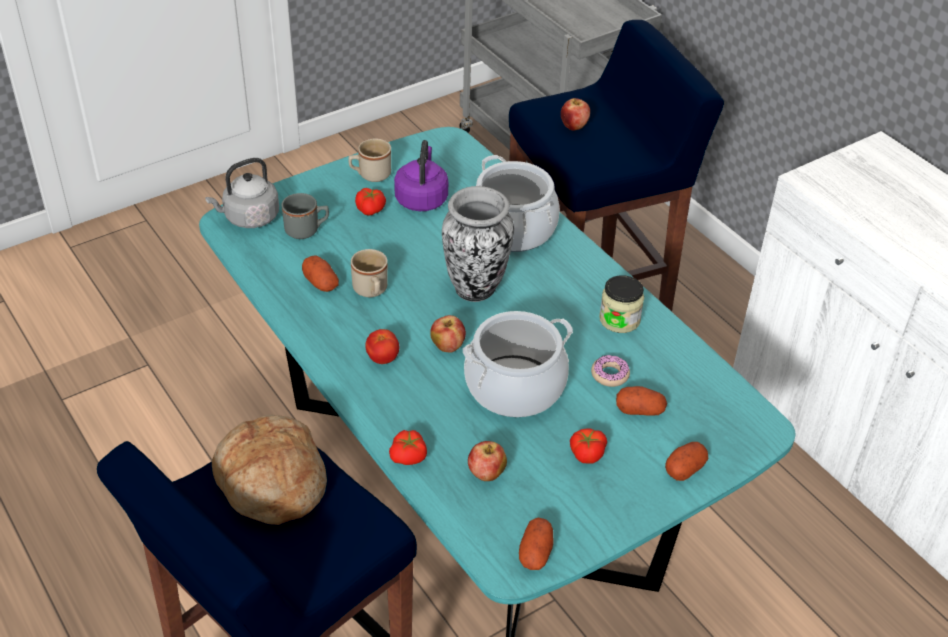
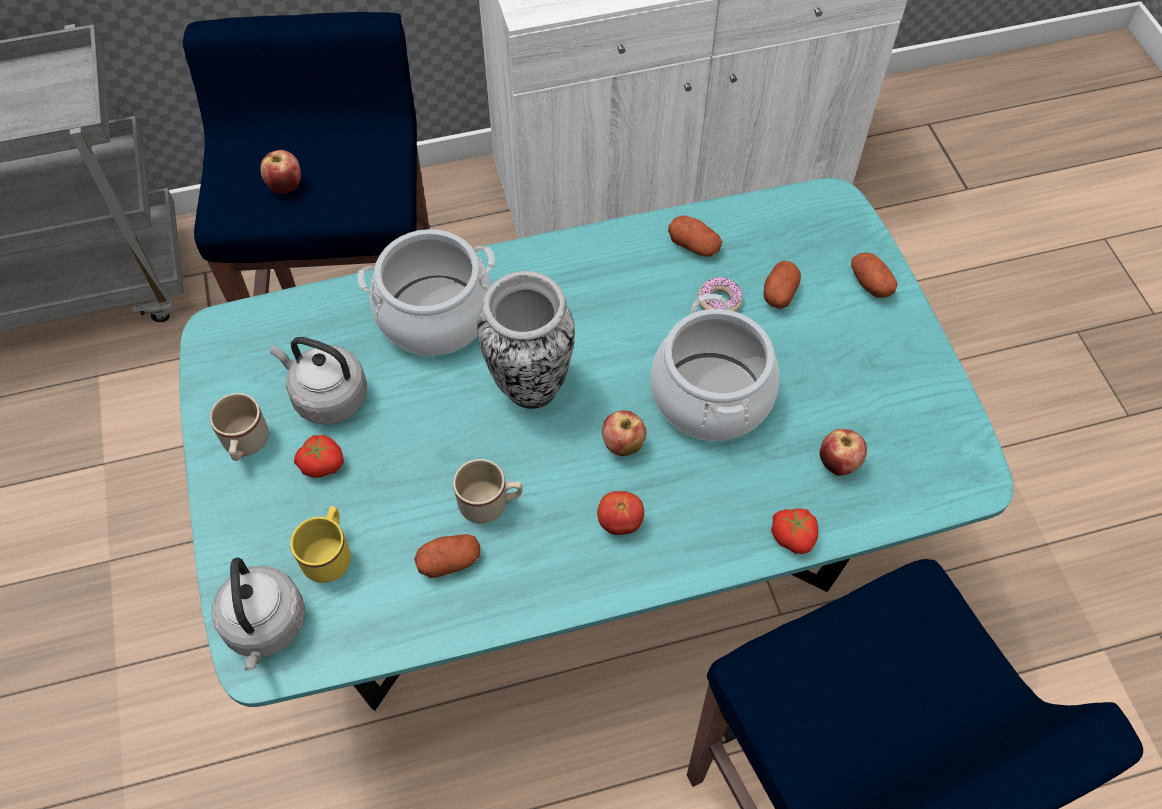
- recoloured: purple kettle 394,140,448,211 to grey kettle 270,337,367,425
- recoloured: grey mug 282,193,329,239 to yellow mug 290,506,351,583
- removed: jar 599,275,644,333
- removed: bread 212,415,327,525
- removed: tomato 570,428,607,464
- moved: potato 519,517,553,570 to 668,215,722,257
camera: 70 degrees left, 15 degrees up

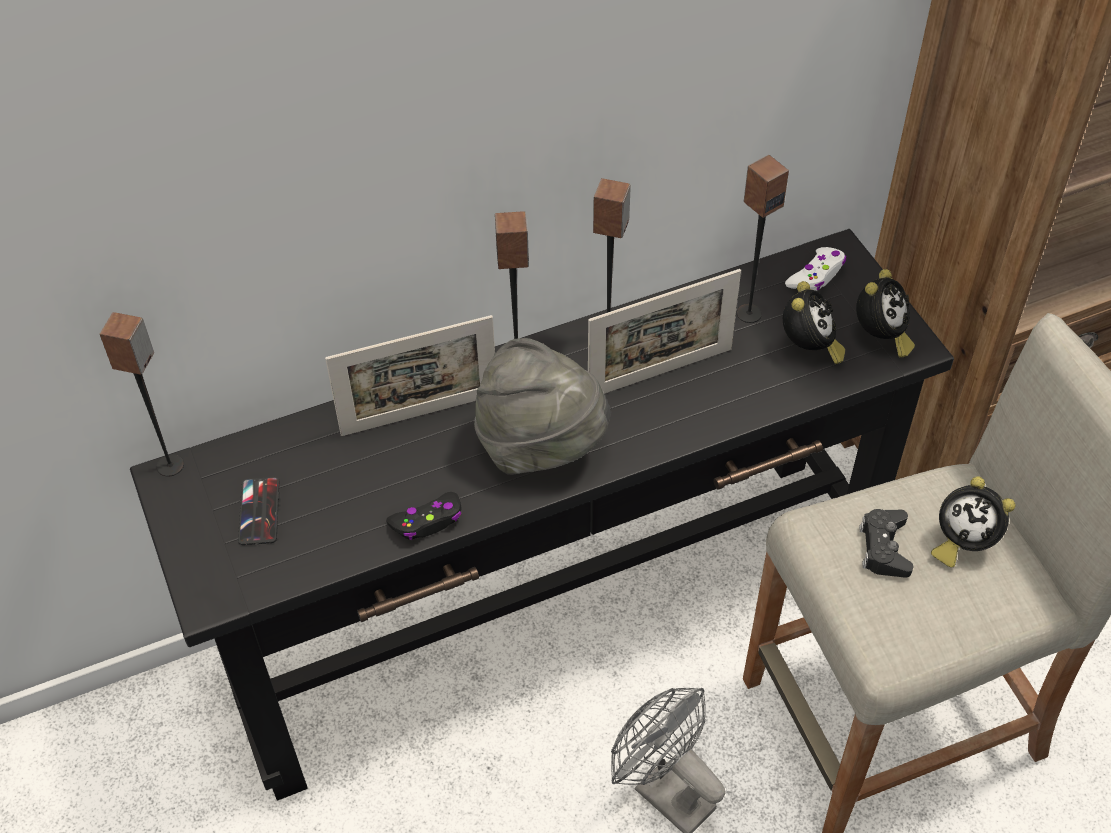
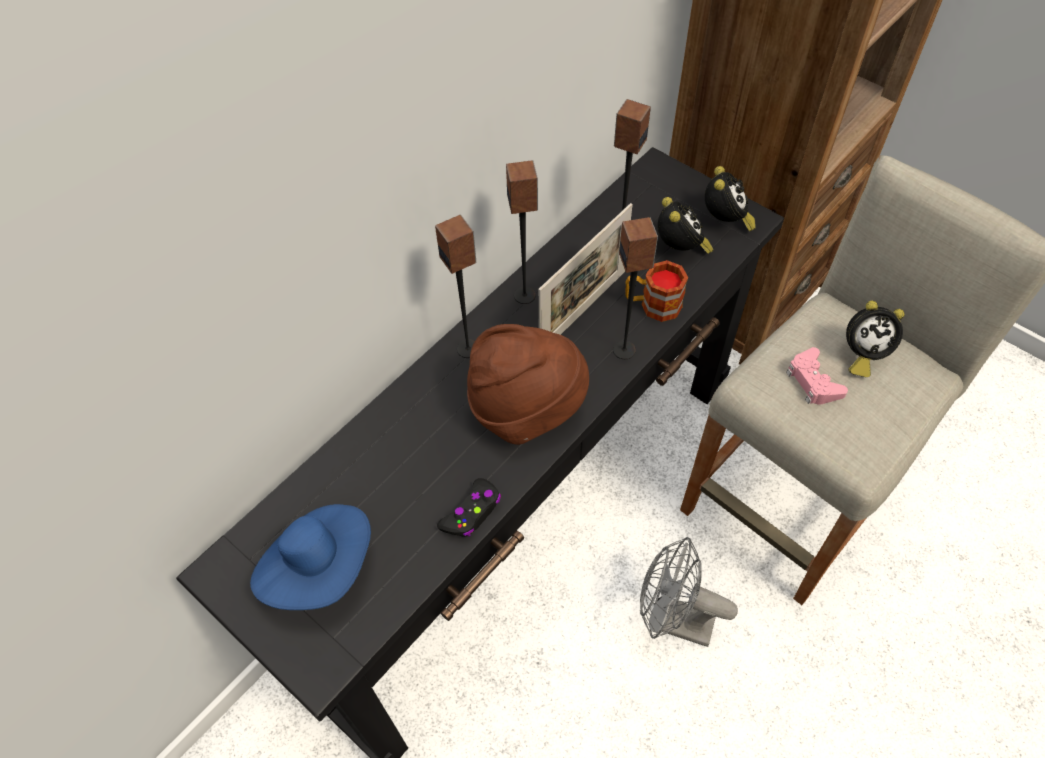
- removed: white game controller 785,247,846,291
- moved: speaker 100,312,184,476 to 613,217,658,359
- removed: picture frame 325,315,495,436
- recoloured: grey hat 474,338,611,475 to brown hat 467,324,589,445
- replaced: phone 238,477,279,545 to blue hat 250,504,371,610
- recoloured: black game controller 859,509,913,578 to pink game controller 786,347,848,405
- added: mug 625,260,688,322
camera: 25 degrees left, 5 degrees up

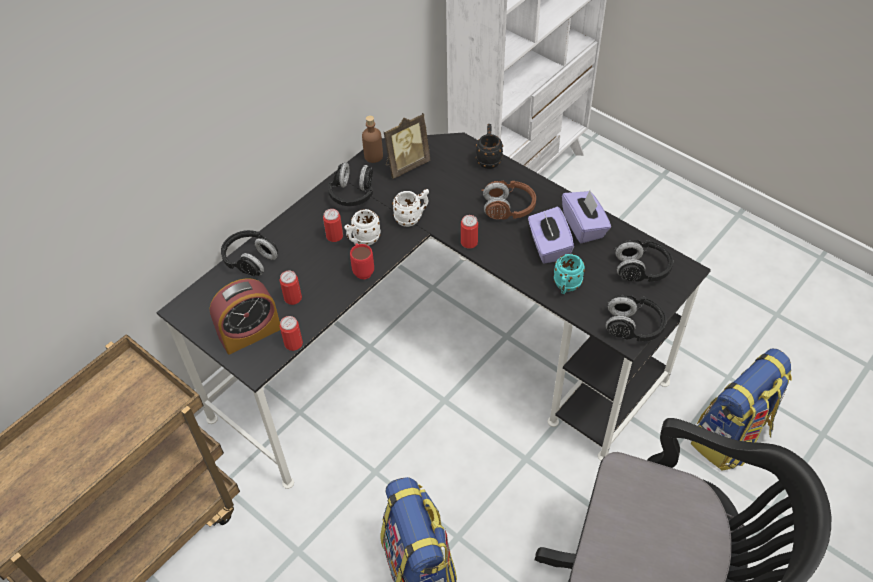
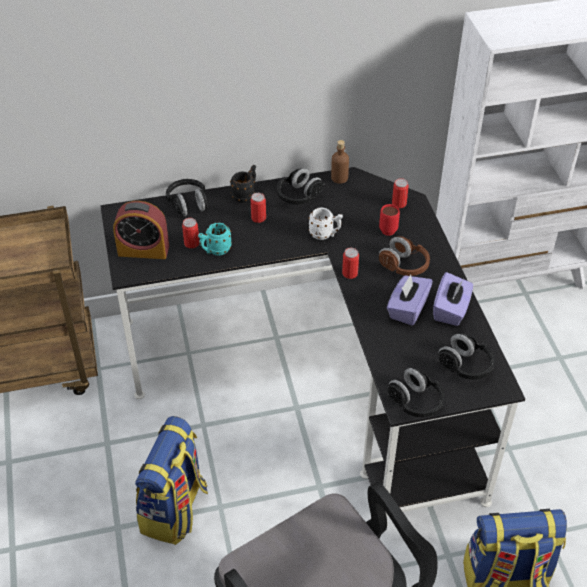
- removed: picture frame 383,113,430,179
- moved: black mug 476,124,503,169 to 230,165,256,203
- removed: white mug 344,209,381,246
- moved: red mug 350,243,374,279 to 379,204,400,236
- moved: turquoise mug 554,254,585,294 to 198,222,232,256
- moved: can 280,316,303,351 to 392,178,409,208
camera: 35 degrees right, 5 degrees down

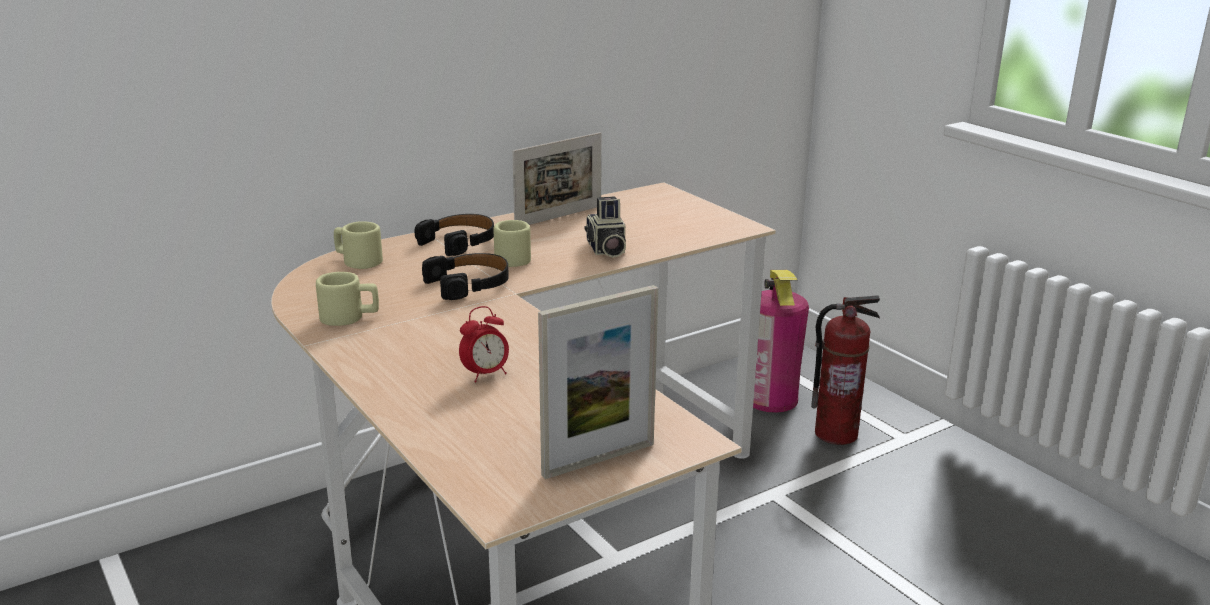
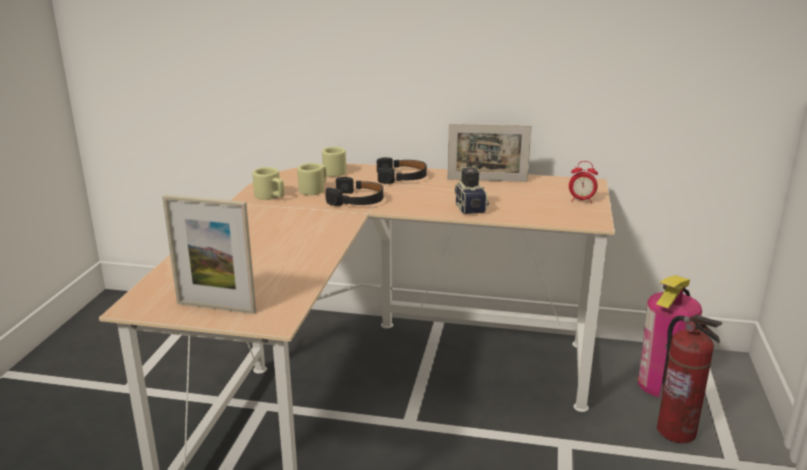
- turned: photo camera 584,196,626,258 = 455,166,489,214 135 degrees clockwise
- moved: beige mug 494,220,531,267 to 297,163,326,195
- moved: alarm clock 459,306,509,382 to 569,161,598,203
camera: 45 degrees right, 0 degrees up

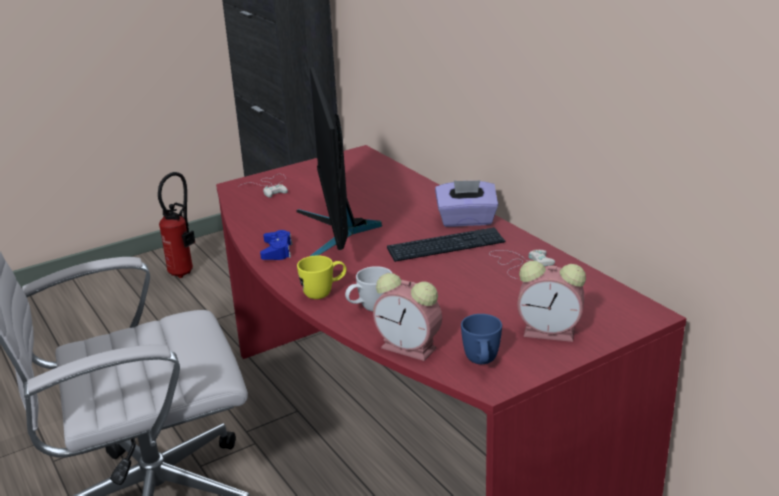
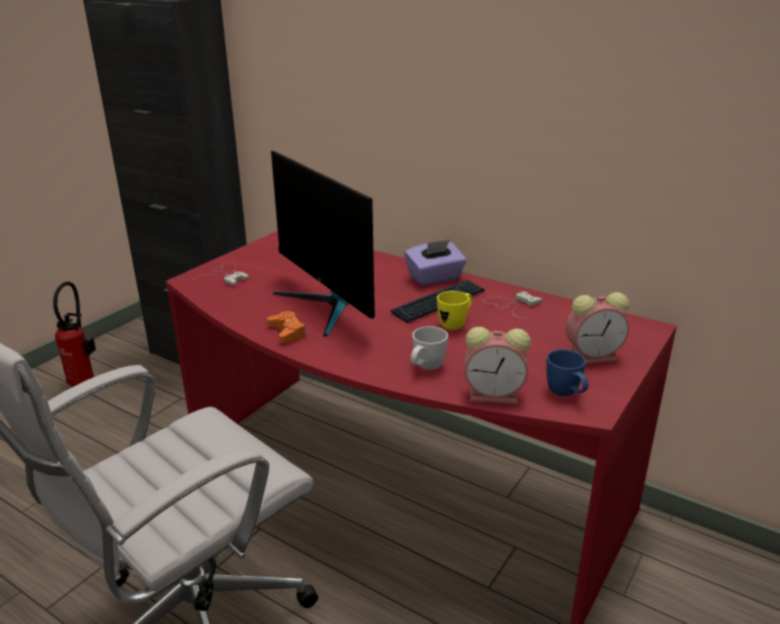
- recoloured: blue game controller 260,230,292,260 to orange game controller 267,311,306,343
- moved: yellow mug 297,255,347,299 to 437,291,472,330
camera: 25 degrees left, 0 degrees up

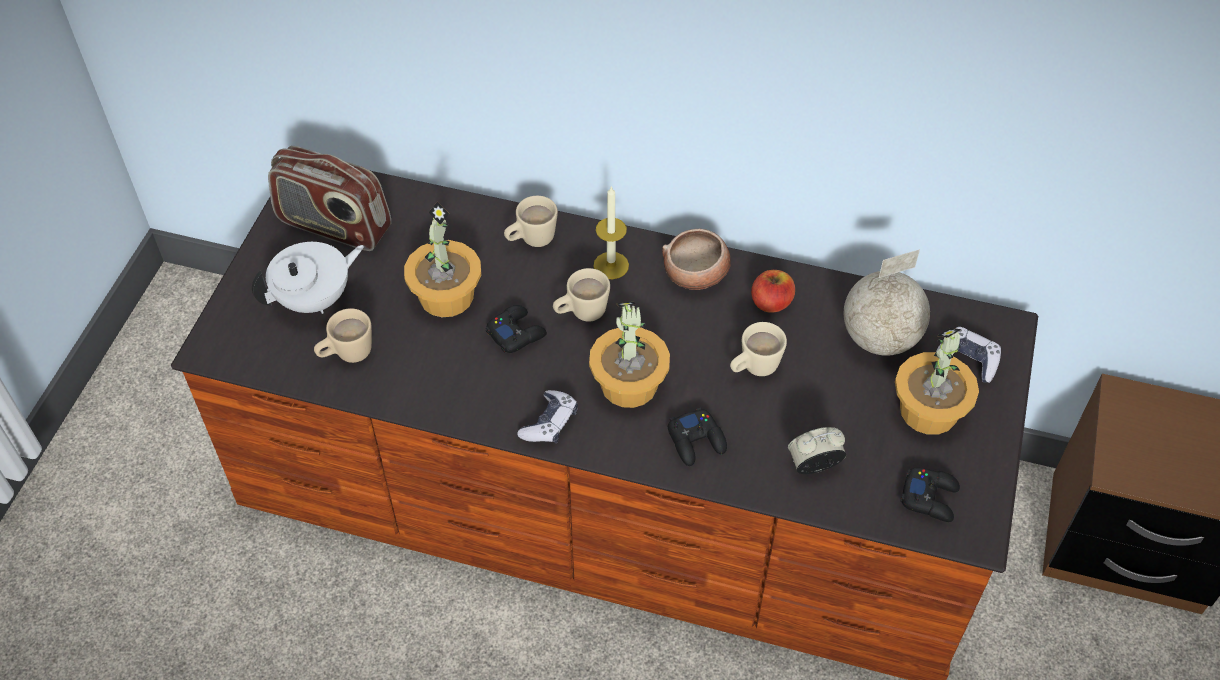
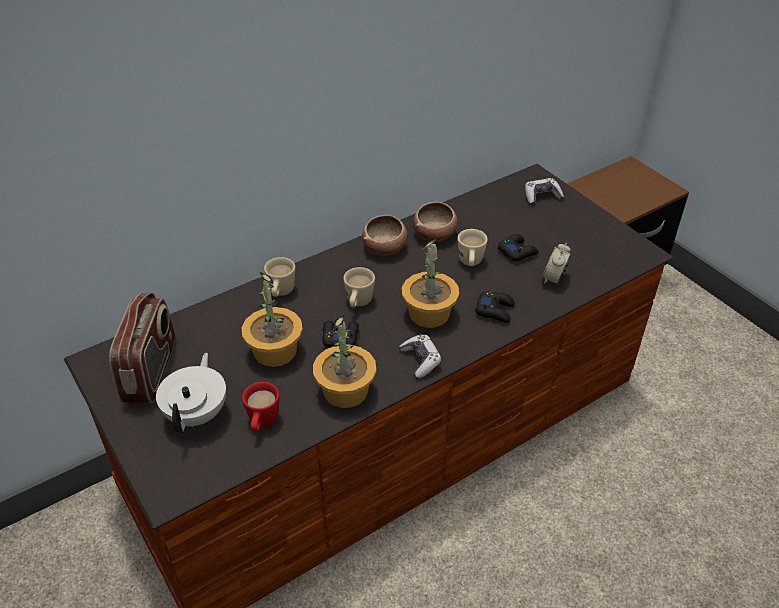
- turned: radio 268,146,391,251 = 109,293,175,404 60 degrees counterclockwise
- removed: candle 593,186,629,279
- removed: globe 844,249,930,356
- replaced: apple 751,270,795,313 to bowl 413,202,458,241
- recoloured: beige mug 314,308,372,363 to red mug 242,382,279,432
- moved: potted plant 895,328,979,435 to 313,314,376,408
- moved: black game controller 900,468,960,522 to 498,234,538,261
camera: 50 degrees left, 10 degrees down

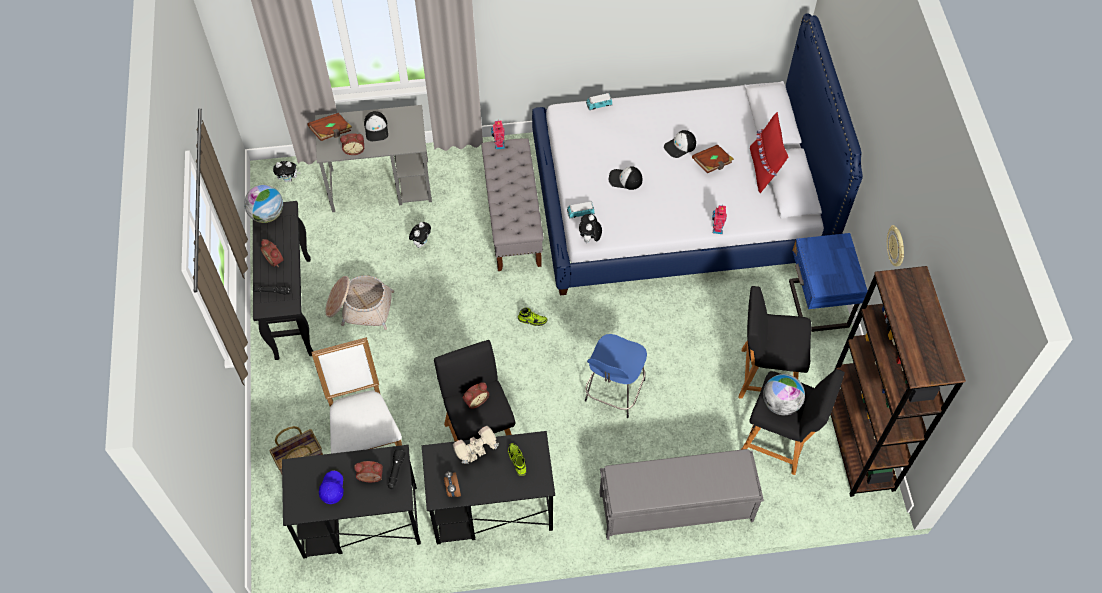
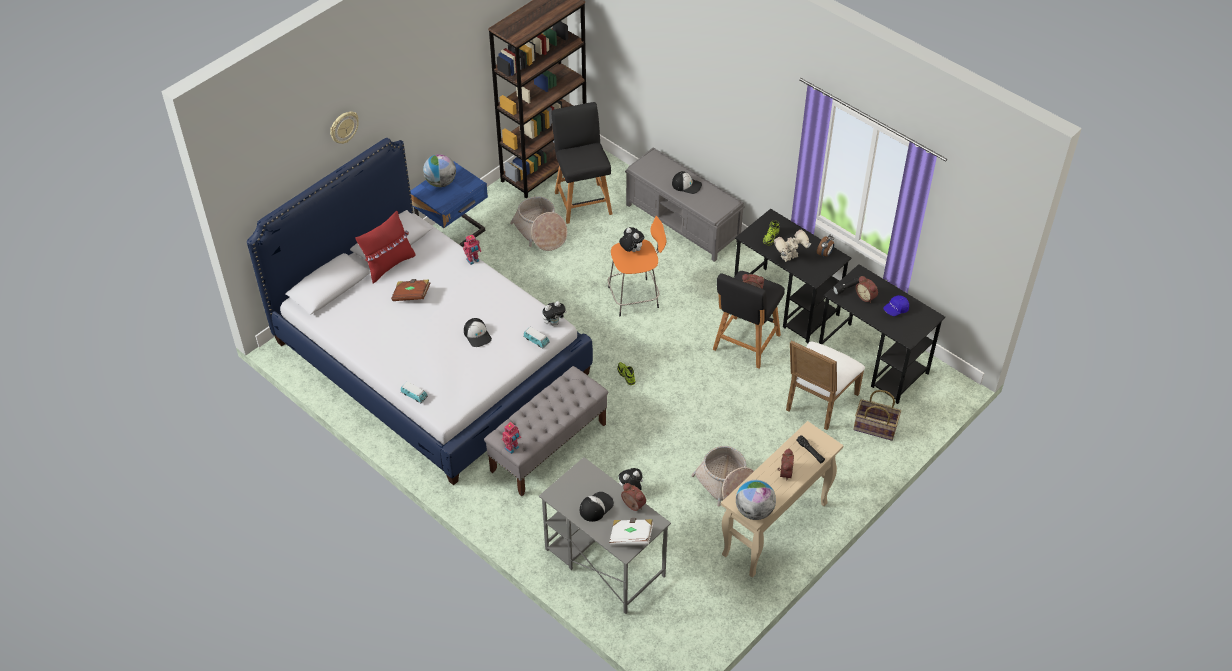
- recoloured: brown book 308,113,352,141 to white book 609,518,654,545
- moved: cap 664,130,696,158 to 672,171,702,194
- moved: plush toy 273,161,301,182 to 619,227,644,252
- recoloured: black console table 253,201,313,360 to beige console table 721,421,844,578
- moved: wall clock 887,225,904,266 to 330,111,359,144
- replaced: black stool 739,286,811,399 to basket 510,196,567,251
- recoloured: blue stool 585,334,647,418 to orange stool 608,216,666,316
- moved: globe 763,374,805,415 to 423,154,456,187
- turned: toy robot 453,426,499,464 = 774,230,811,262 135 degrees clockwise
camera: 130 degrees left, 10 degrees down

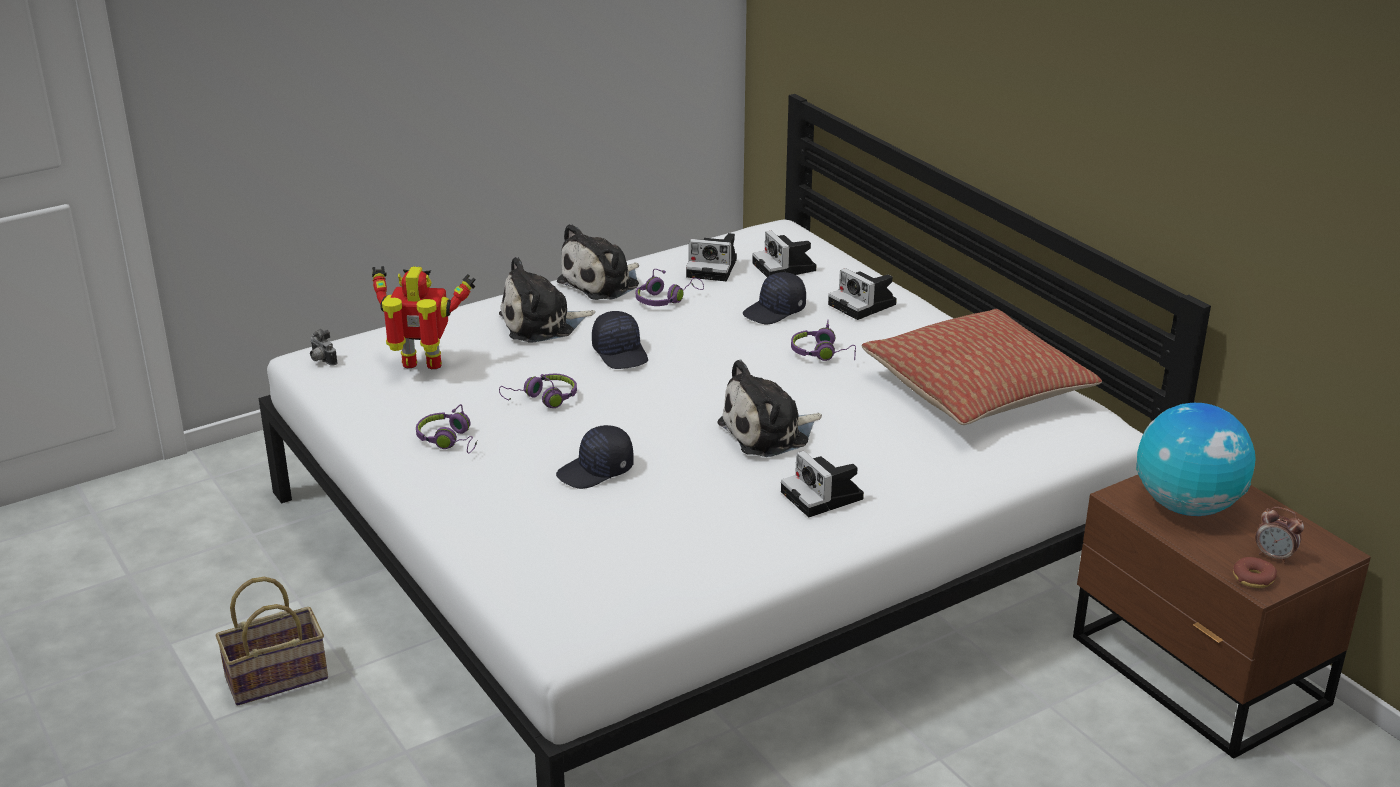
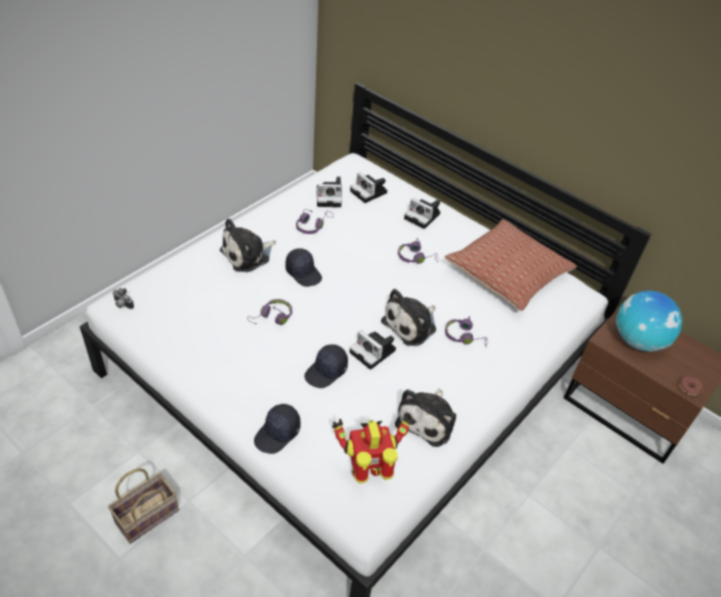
- moved: plush toy 557,224,639,300 to 395,389,456,447
- moved: toy robot 372,266,476,369 to 332,415,413,483
- moved: black cap 743,272,806,325 to 254,404,300,454
- moved: purple headphones 416,404,478,454 to 445,316,487,347
- moved: photo camera 781,451,864,517 to 350,330,396,370
- removed: alarm clock 1256,507,1304,564
camera: 20 degrees left, 15 degrees up

